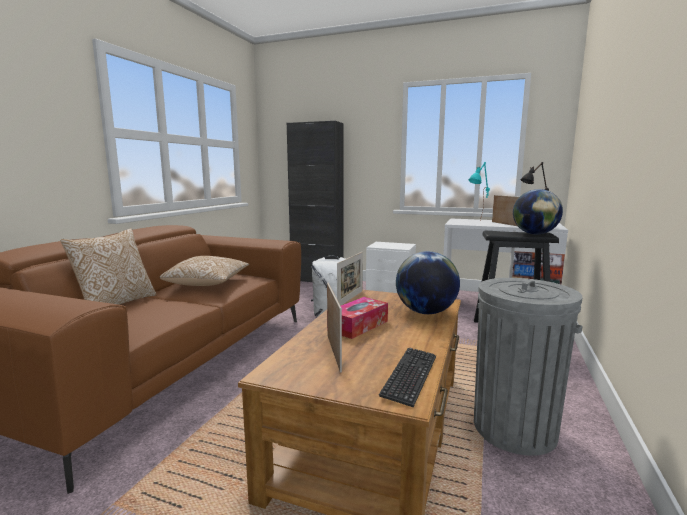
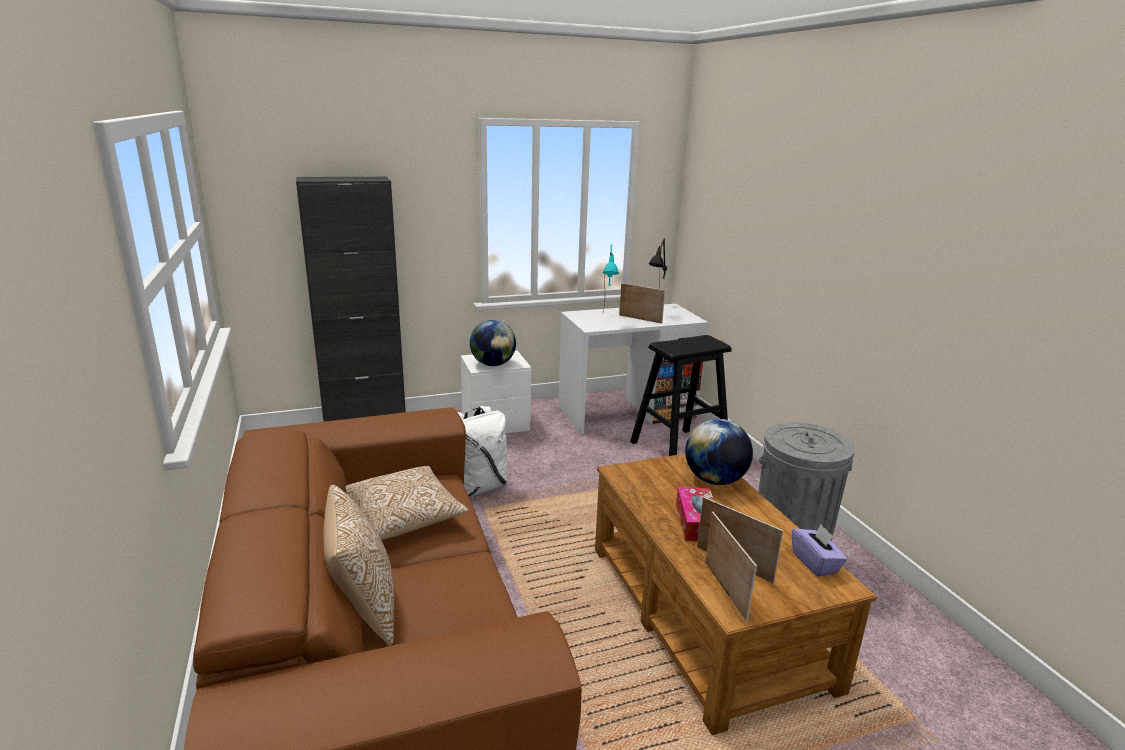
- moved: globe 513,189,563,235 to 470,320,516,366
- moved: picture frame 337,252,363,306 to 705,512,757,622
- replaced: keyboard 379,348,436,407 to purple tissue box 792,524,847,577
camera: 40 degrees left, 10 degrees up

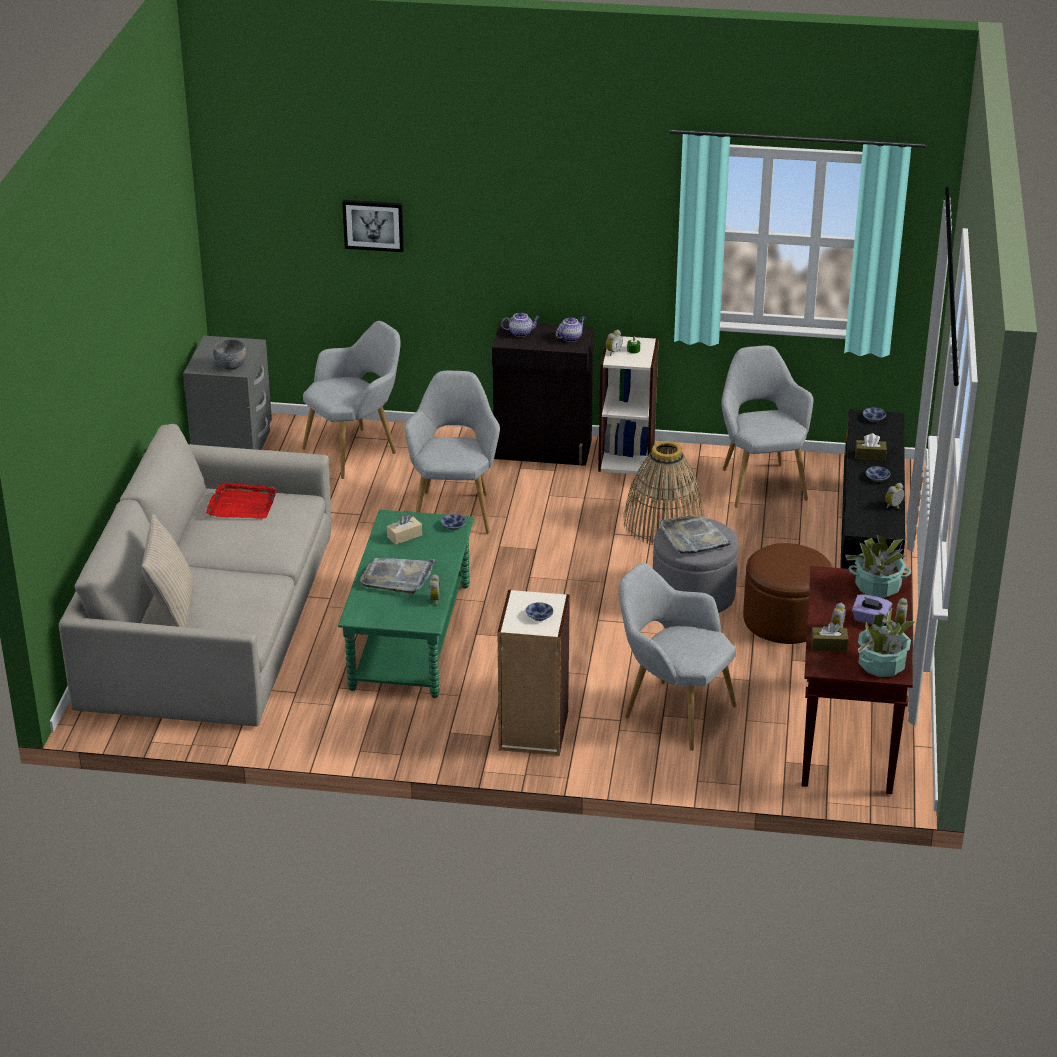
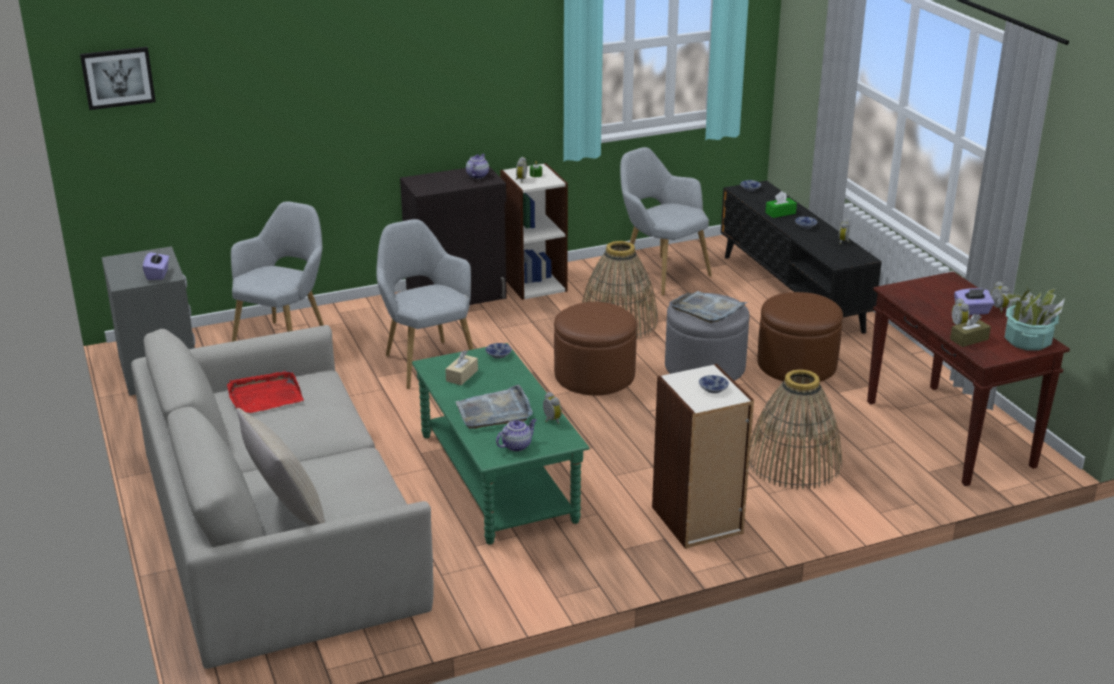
- moved: picture 342,200,404,252 to 80,47,156,110
- moved: teapot 501,312,540,337 to 496,419,537,452
- replaced: grey bowl 213,339,247,370 to purple tissue box 143,249,169,280
- recoloured: brown tissue box 855,433,887,461 to green tissue box 765,191,797,218
- removed: potted plant 845,535,911,598
- replaced: grey armchair 619,563,736,751 to basket 749,369,842,490
- added: brown ottoman 554,302,637,395
camera: 30 degrees left, 5 degrees down

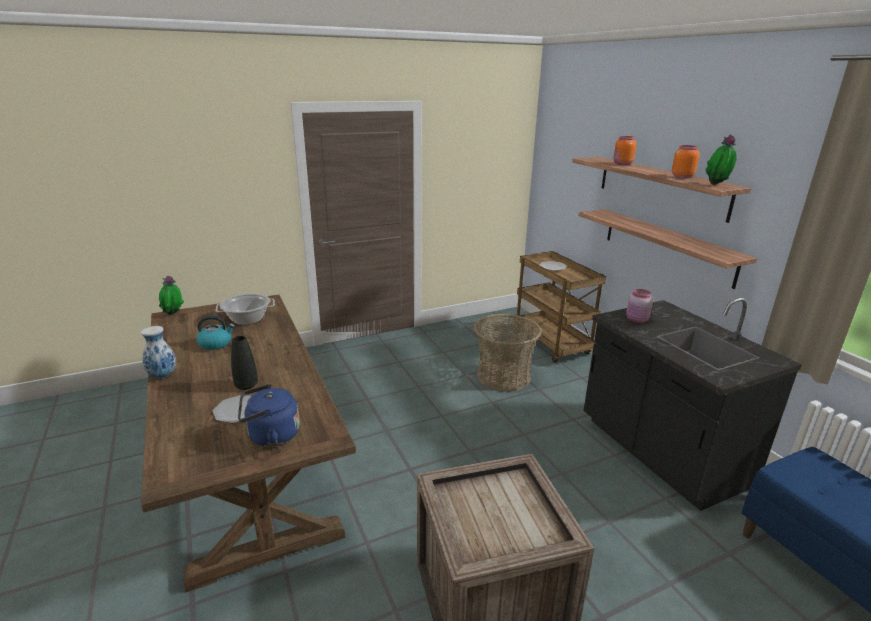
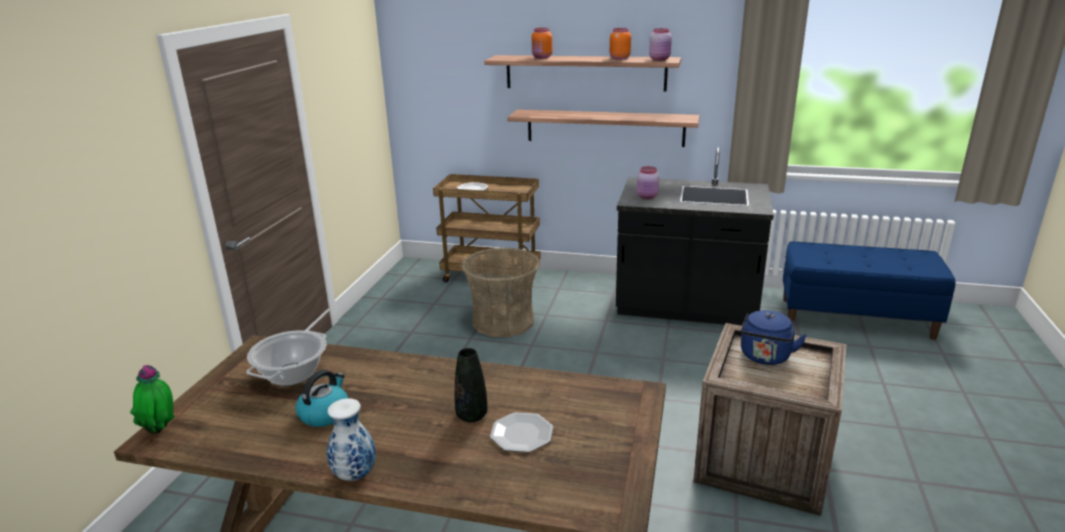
- replaced: potted plant 706,135,737,185 to pink jar 649,28,672,60
- moved: blue kettle 238,384,300,447 to 741,310,807,365
camera: 50 degrees left, 0 degrees up

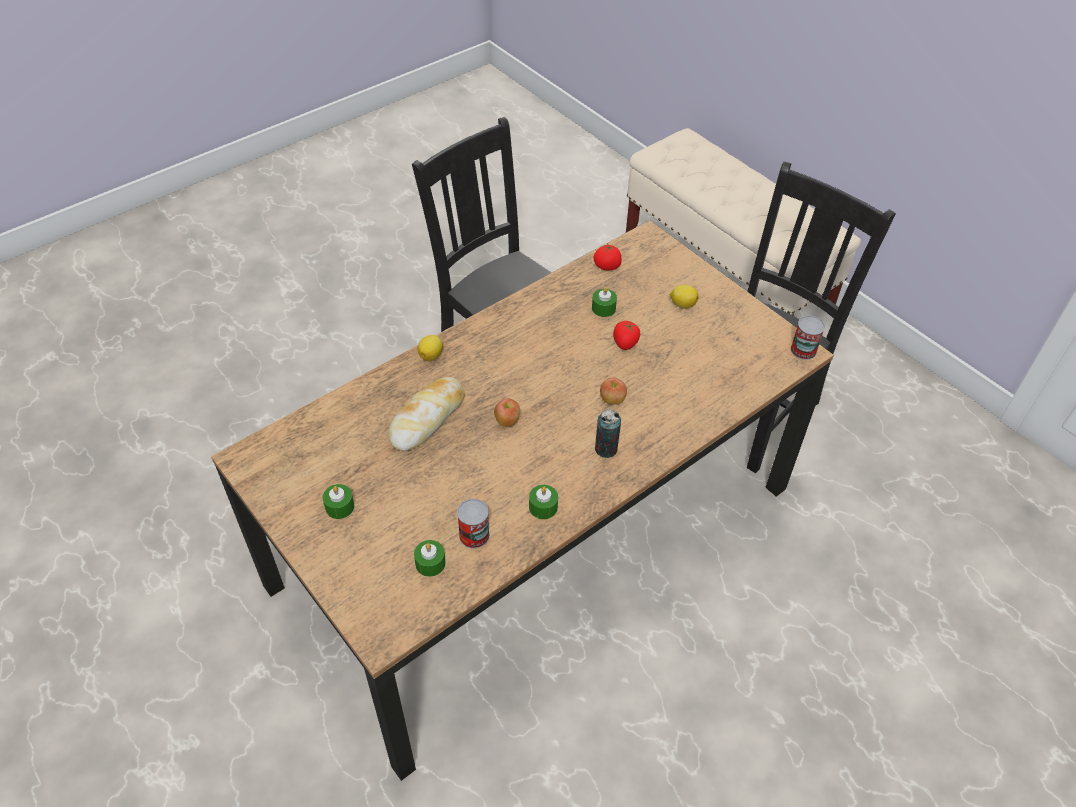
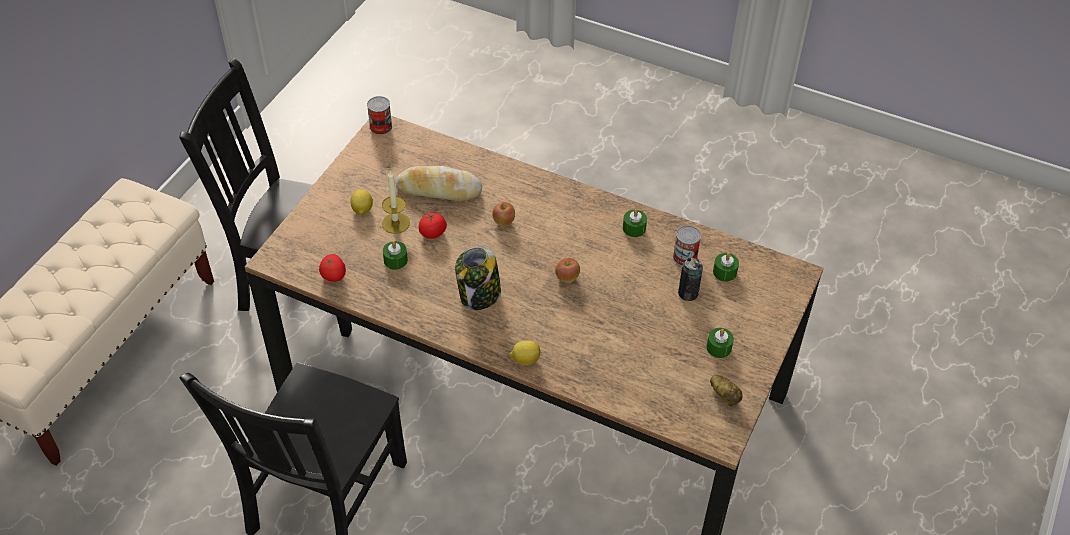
- moved: bread 388,377,465,451 to 395,166,482,201
- moved: can 595,409,621,458 to 678,257,703,301
- added: candle 382,171,410,234
- added: jar 455,247,501,310
- added: potato 710,375,743,407
camera: 115 degrees left, 0 degrees up

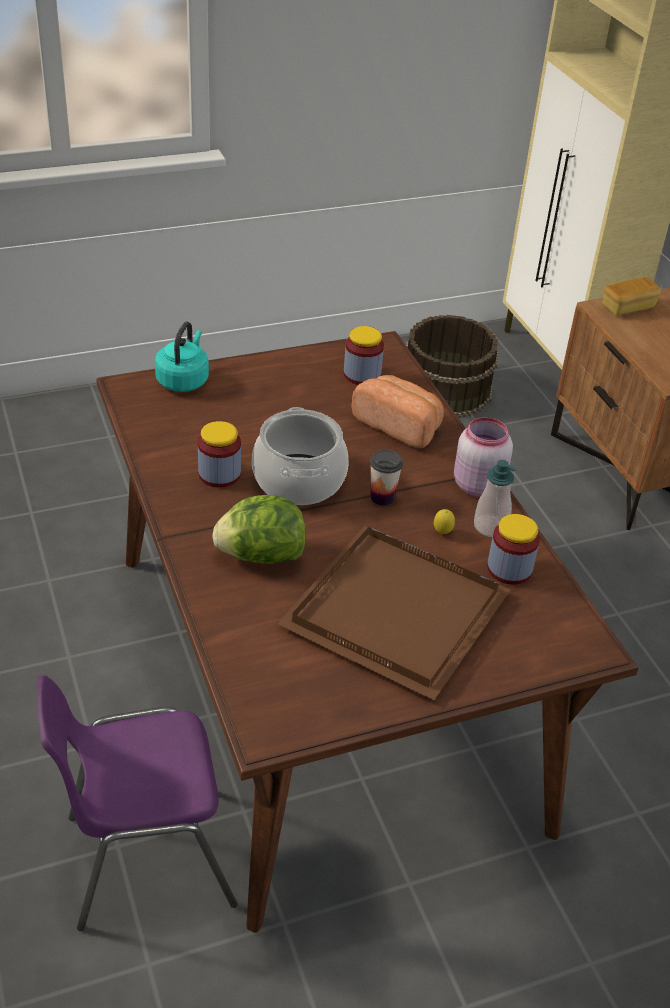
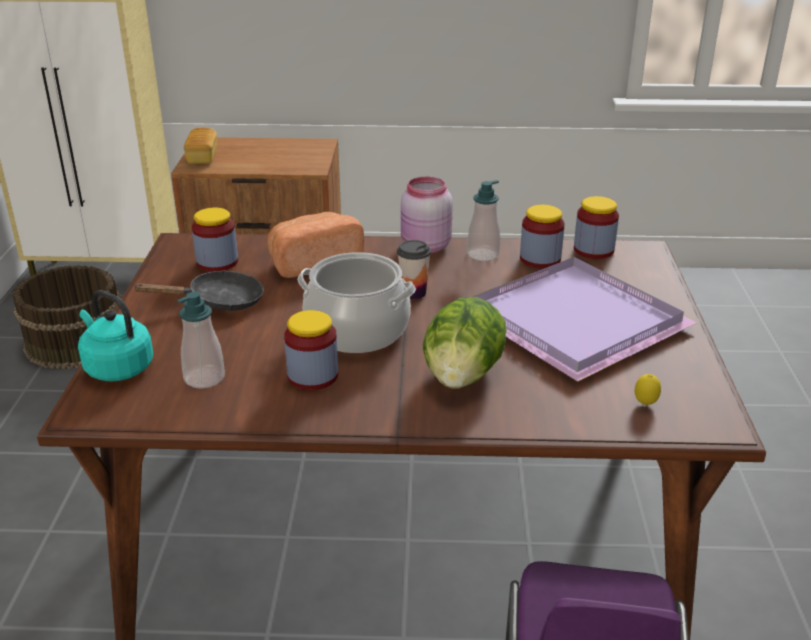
- moved: lemon 434,509,455,534 to 635,374,661,405
- recoloured: brown tray 277,526,511,700 to purple tray 472,257,697,382
- added: jar 574,196,619,259
- added: black frying pan 132,270,264,311
- added: soap dispenser 177,292,225,389
camera: 65 degrees left, 10 degrees down

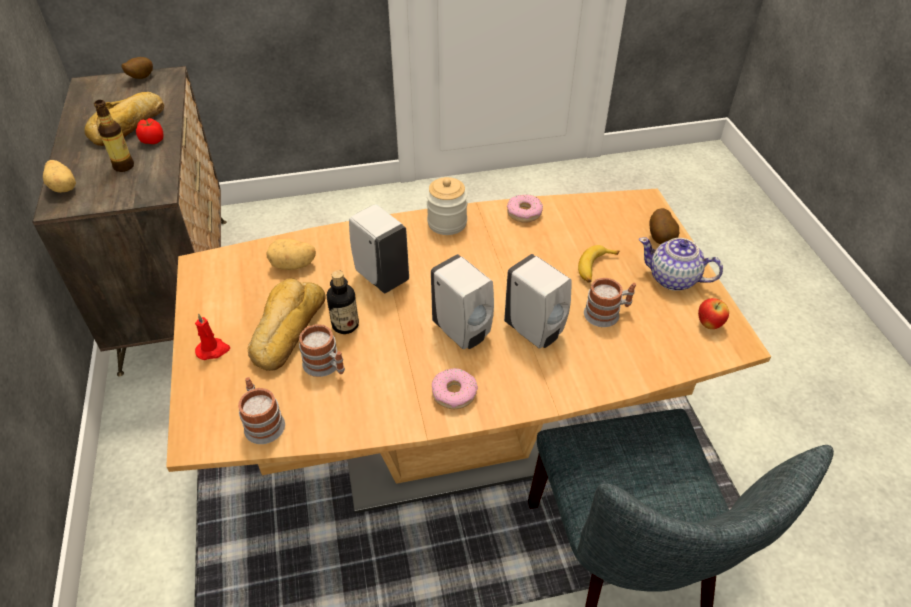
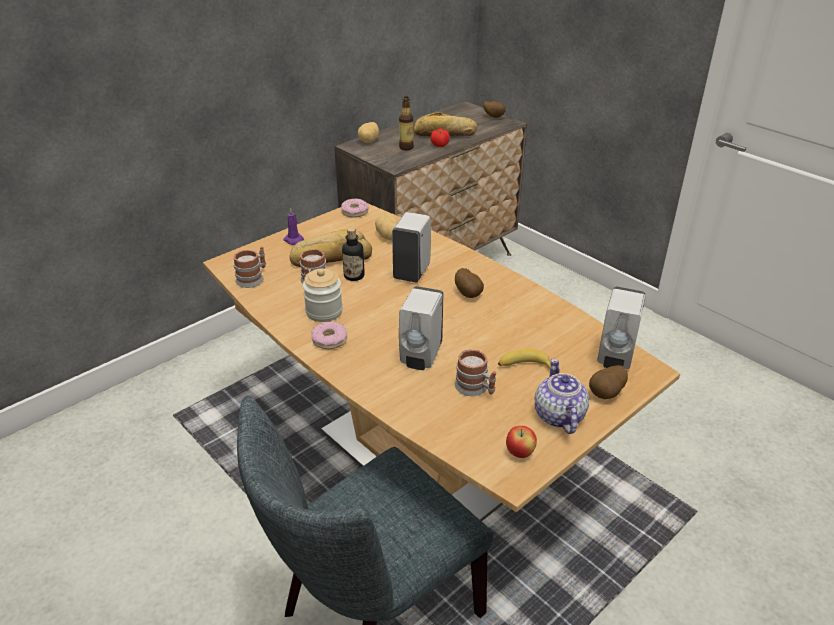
- moved: jar 426,177,468,235 to 303,268,343,322
- moved: donut 507,194,543,223 to 341,199,369,218
- moved: white soap dispenser 431,254,494,349 to 597,287,645,369
- recoloured: red candle 195,313,230,360 to purple candle 283,207,304,245
- added: potato 455,268,484,298
camera: 60 degrees right, 10 degrees down

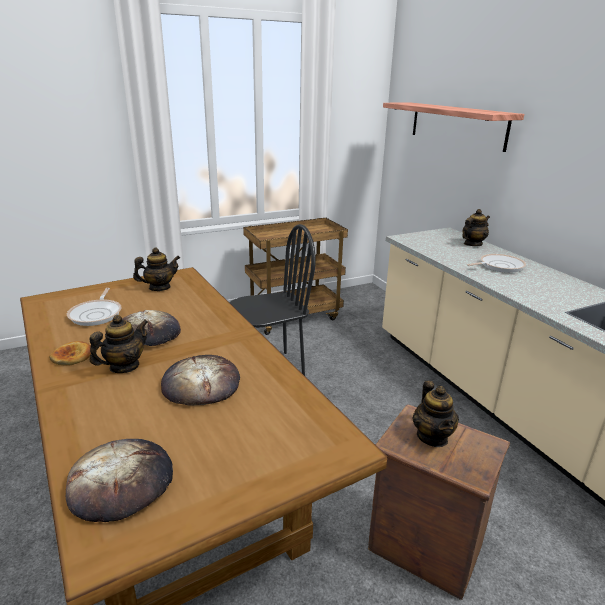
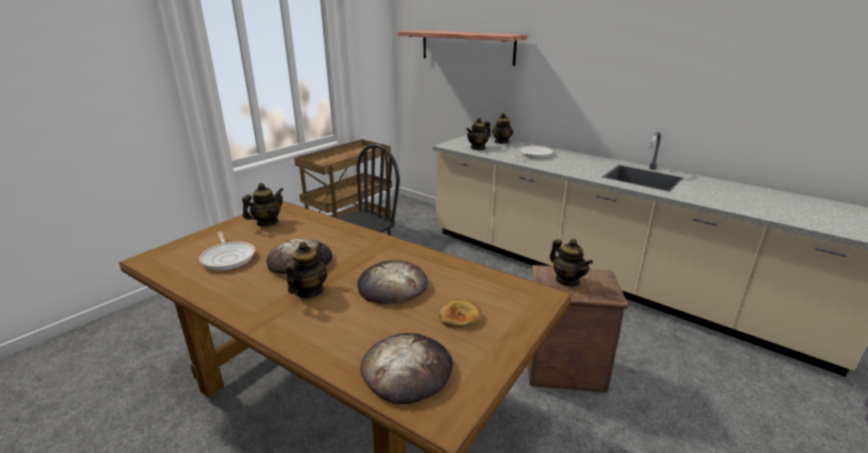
- moved: bread 49,341,91,366 to 439,299,481,328
- added: teapot 466,118,491,150
camera: 25 degrees left, 0 degrees up

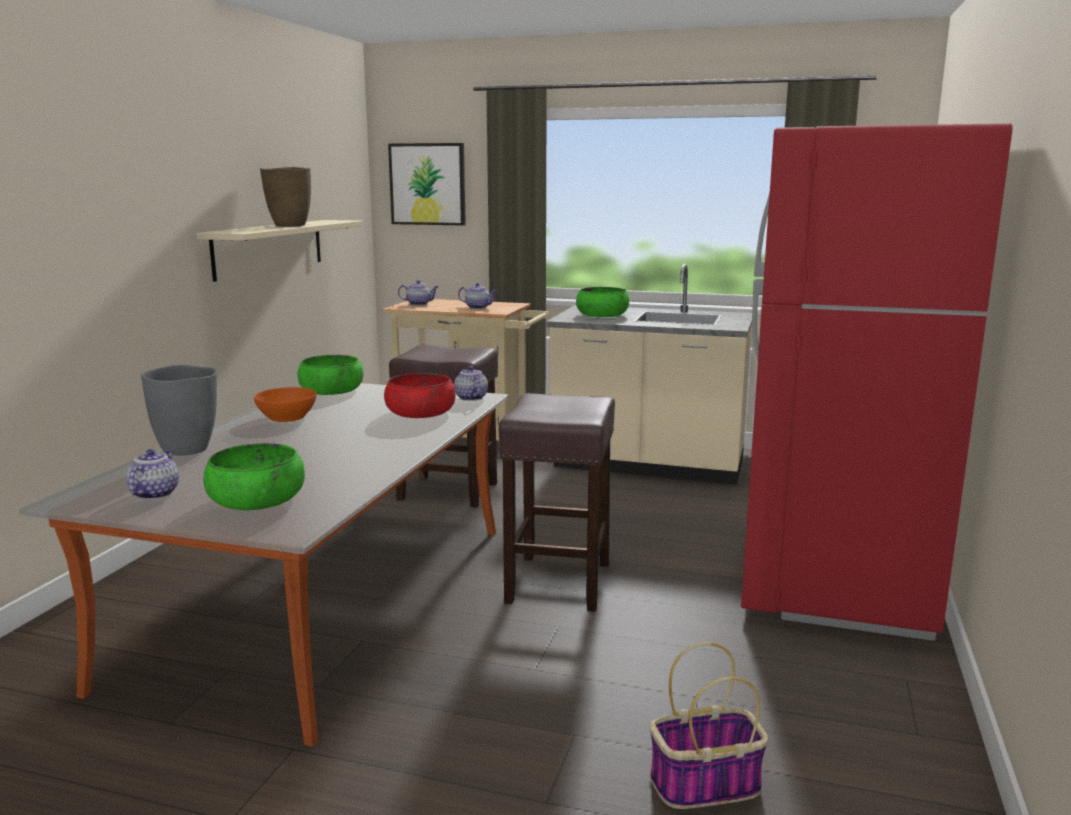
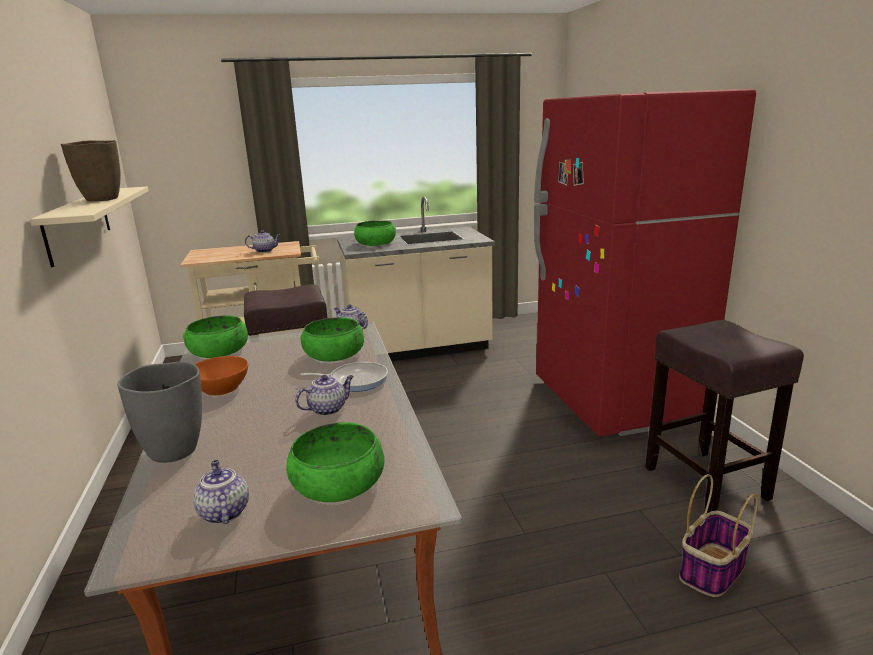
- removed: picture 388,143,466,226
- moved: teapot 398,280,439,305 to 295,375,354,416
- recoloured: red bowl 384,373,456,418 to green bowl 301,317,364,362
- moved: brown stool 499,393,615,612 to 645,320,804,513
- added: frying pan 300,362,388,392
camera: 30 degrees left, 5 degrees up

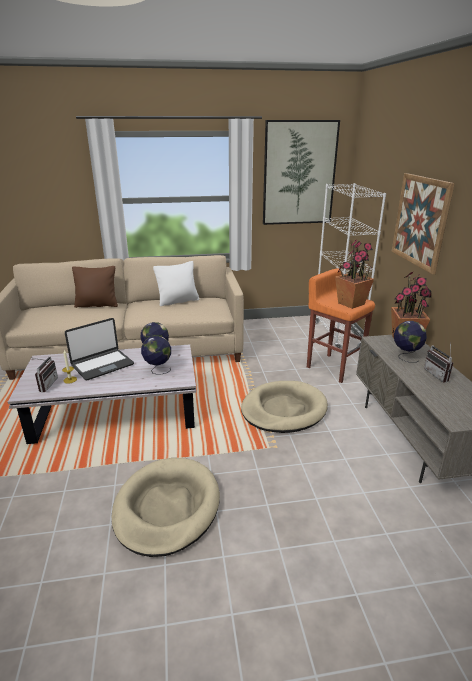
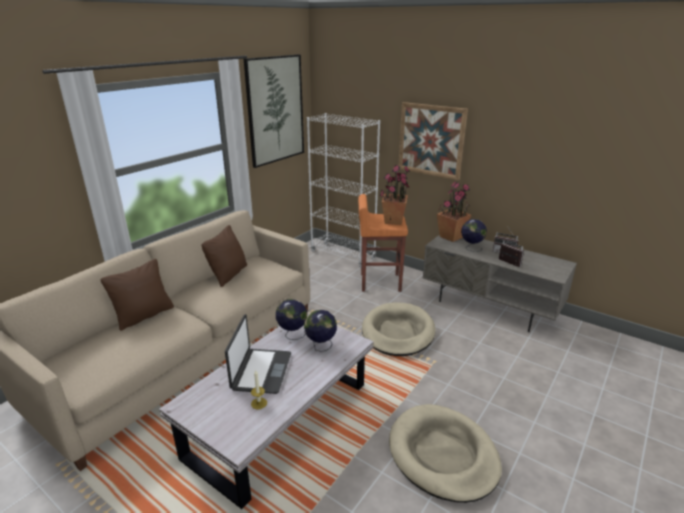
- recoloured: white pillow 153,261,199,306 to brown pillow 201,225,247,287
- moved: radio 30,356,58,393 to 499,240,524,267
camera: 45 degrees left, 0 degrees up

